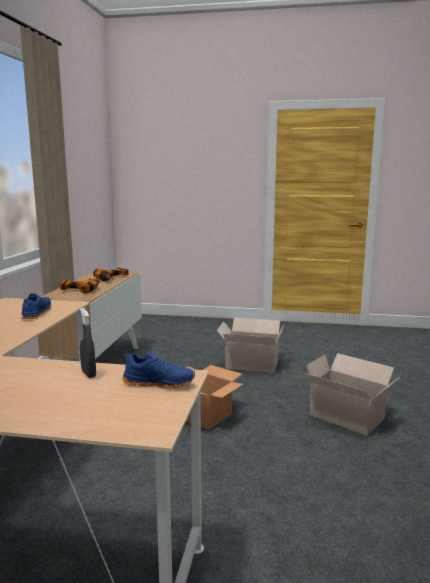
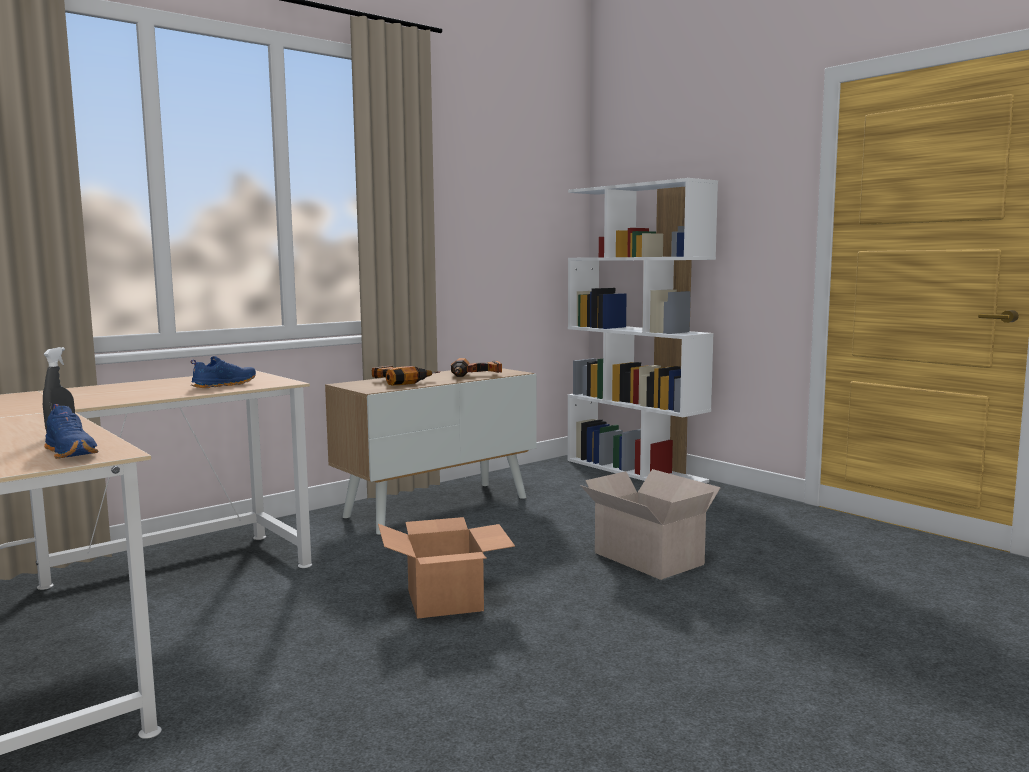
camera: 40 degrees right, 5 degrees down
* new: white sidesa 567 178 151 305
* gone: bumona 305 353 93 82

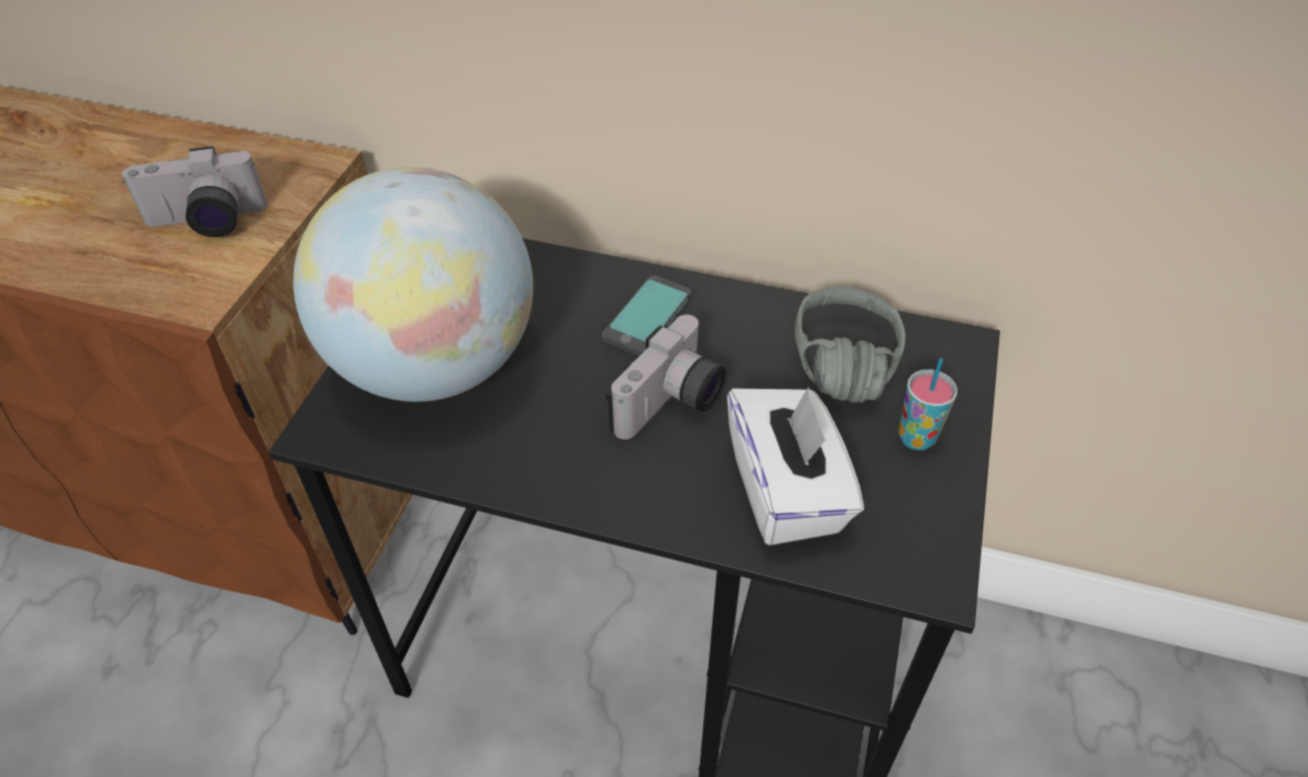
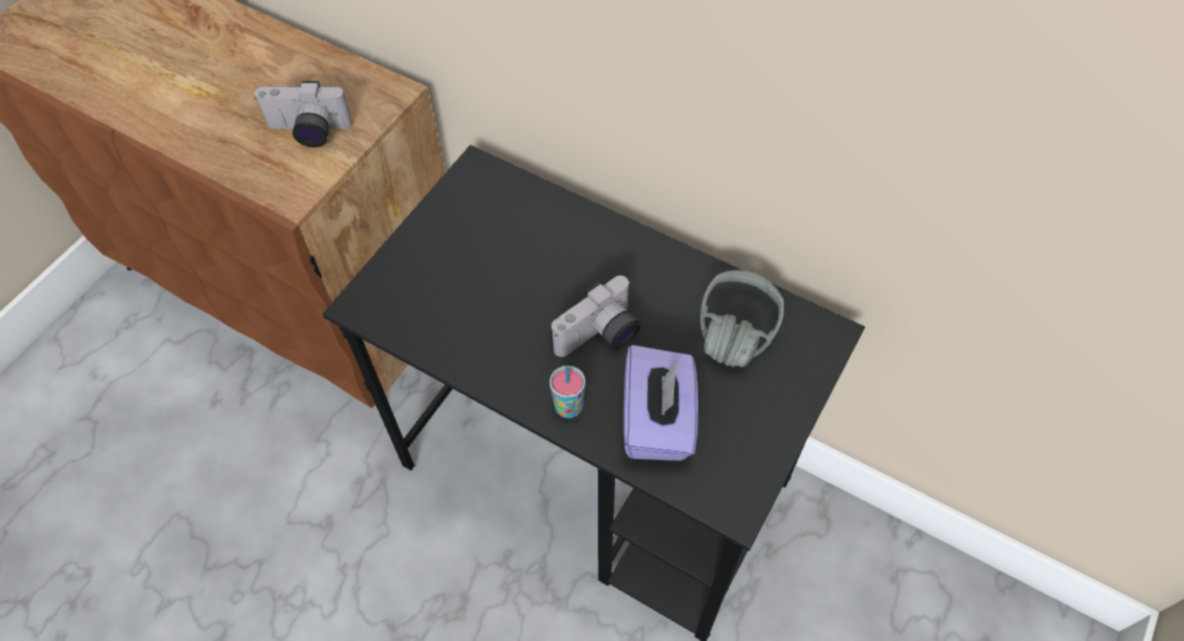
camera: 15 degrees right, 10 degrees up
* shifted: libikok 898 358 60 92 to 550 366 35 52
* repainted: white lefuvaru 727 387 137 158 to purple lefuvaru 623 345 75 116
* gone: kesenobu 293 167 240 235
* gone: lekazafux 602 275 90 81

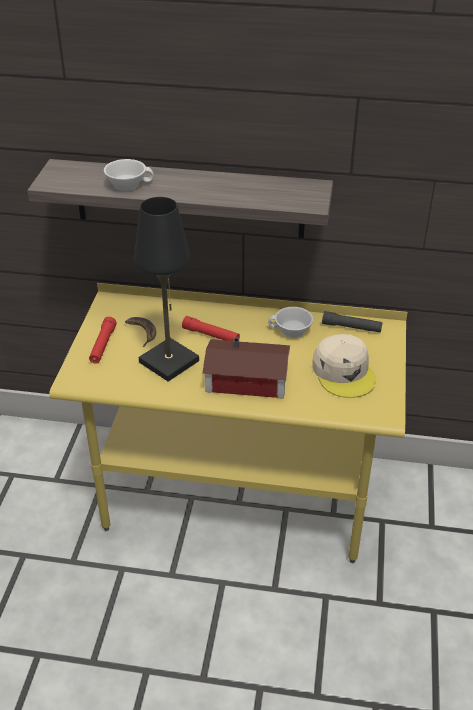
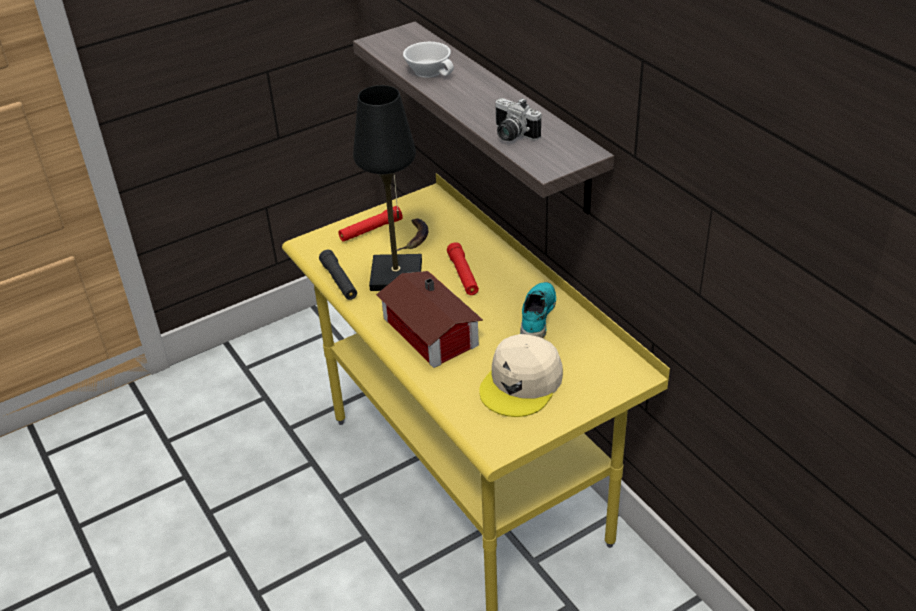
camera: 50 degrees right, 0 degrees up
* shifted: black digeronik 322 311 60 22 to 319 250 38 50
* new: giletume 494 98 47 43
* swapped: white libikok 268 307 45 31 to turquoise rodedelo 520 282 36 56

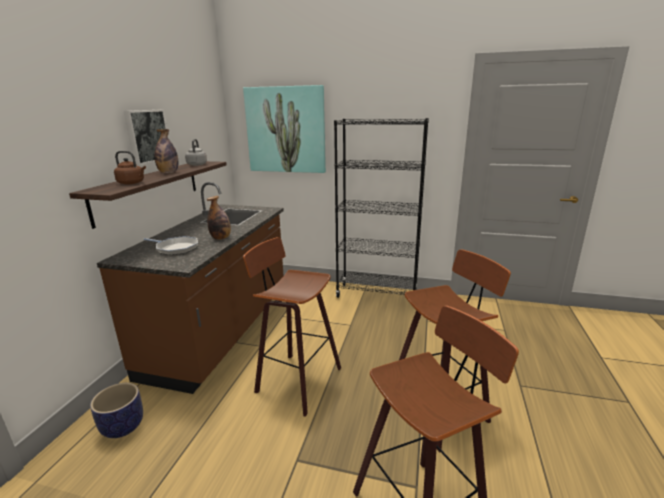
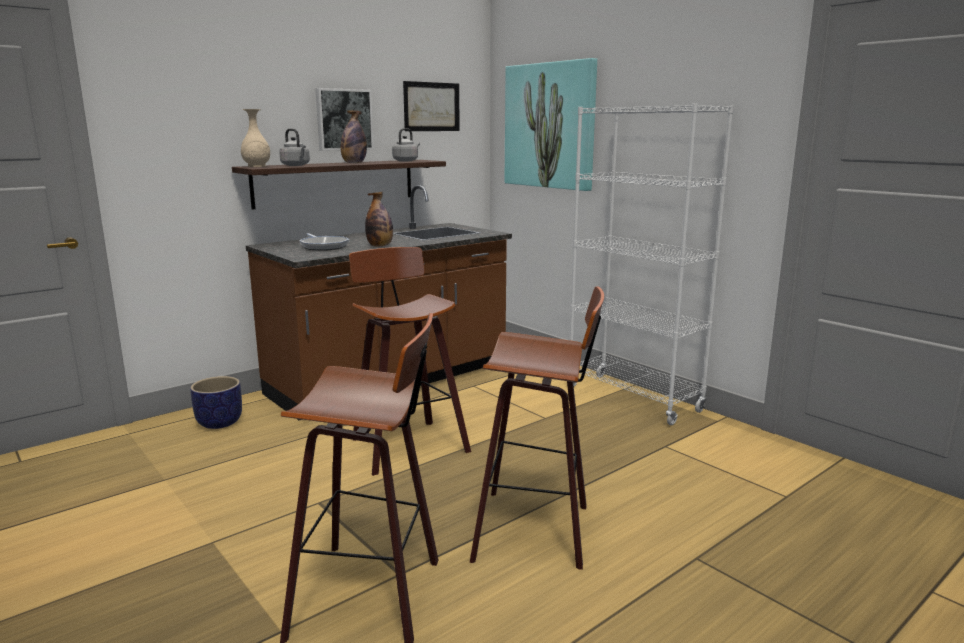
camera: 35 degrees right, 5 degrees down
* new: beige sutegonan 241 109 29 58
* repainted: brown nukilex 114 151 32 34 to grey nukilex 279 129 31 37
* new: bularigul 403 81 57 50
* repainted: black sidesa 334 118 95 180 to white sidesa 570 104 164 321

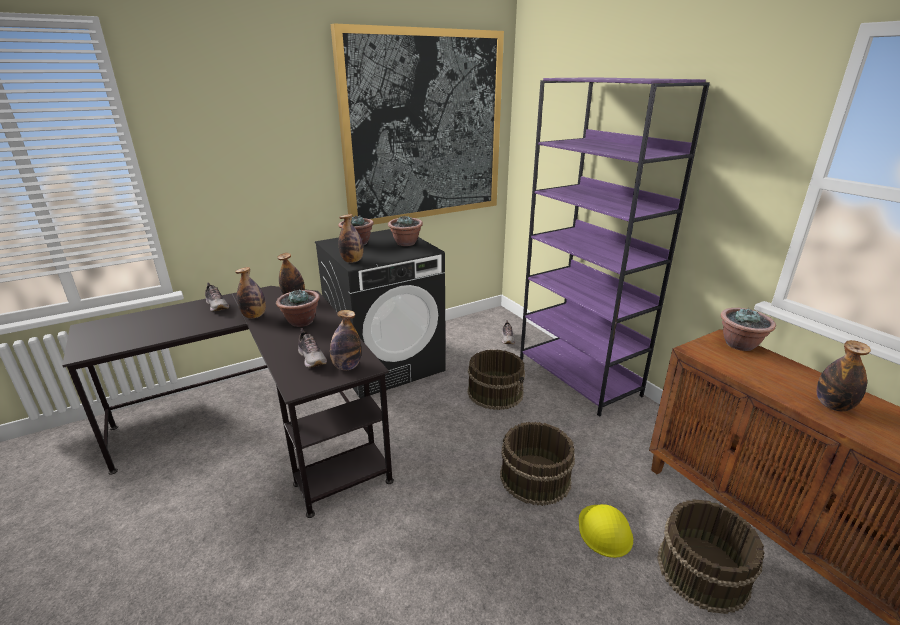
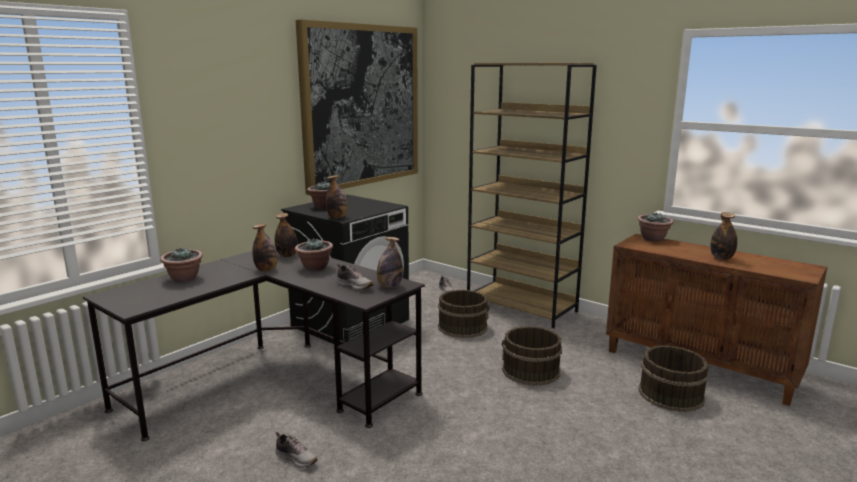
camera: 20 degrees left, 10 degrees down
* shifted: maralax 388 216 35 30 to 160 247 43 35
* shifted: rodedelo 205 283 24 28 to 276 432 42 36
* repainted: purple sidesa 520 77 190 340 to brown sidesa 467 63 130 265
* gone: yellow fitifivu 579 504 54 54

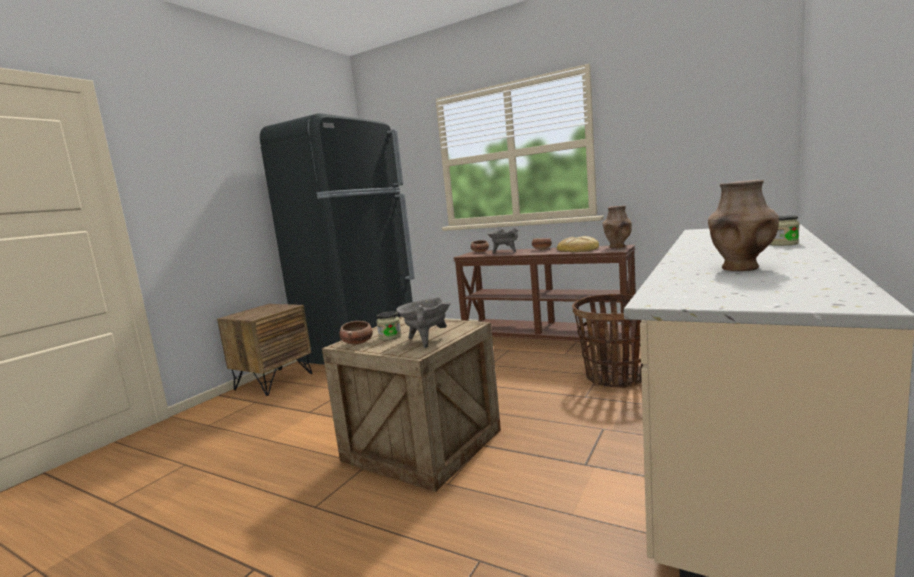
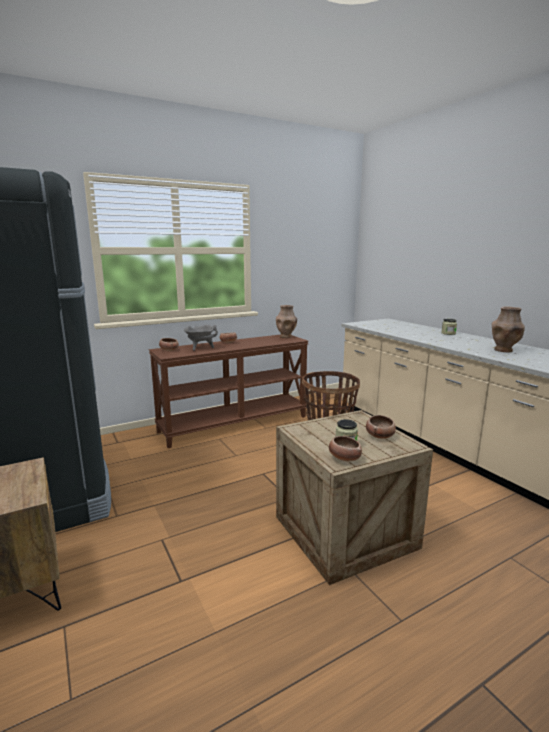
camera: 60 degrees left, 5 degrees up
* swapped: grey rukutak 396 297 55 51 to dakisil 366 415 30 24
* gone: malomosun 557 236 42 16

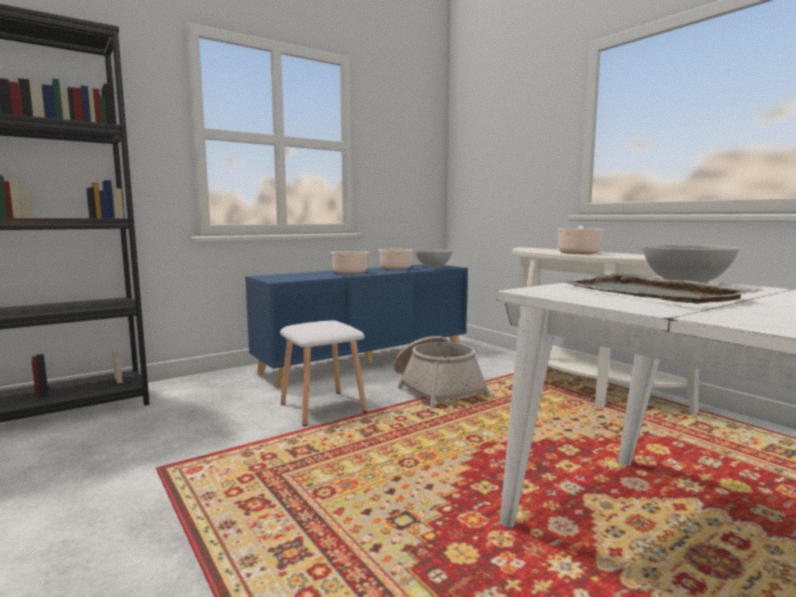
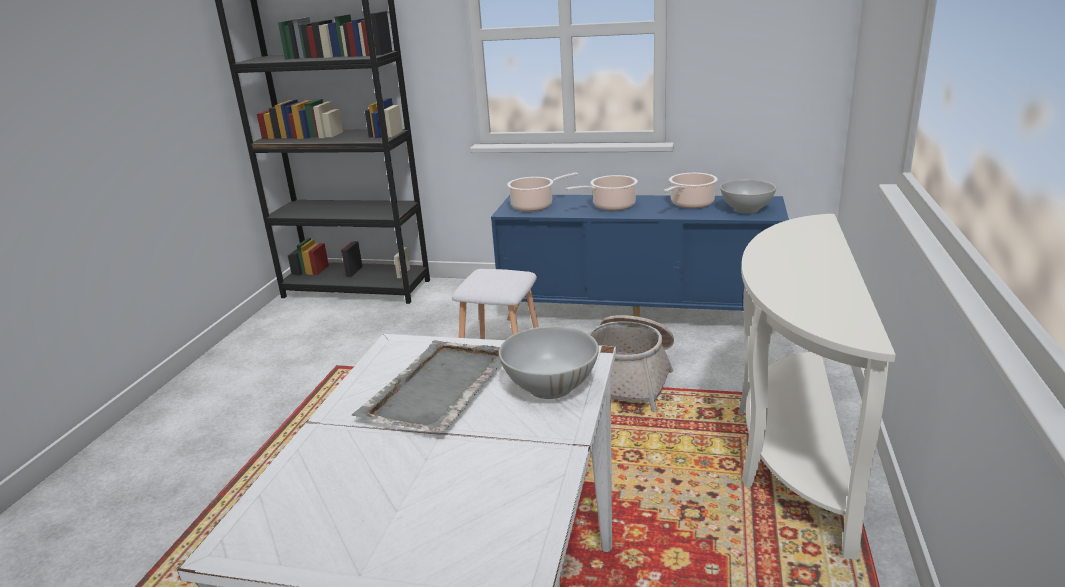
camera: 50 degrees right, 15 degrees up
* shifted: rukutak 557 226 48 28 to 507 172 71 40

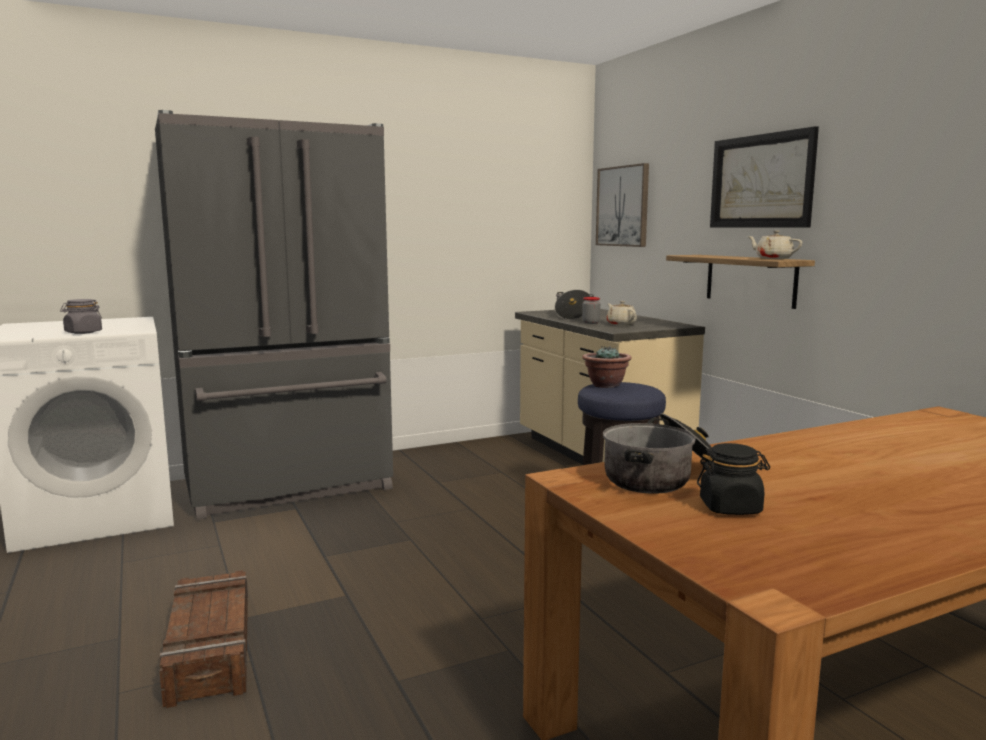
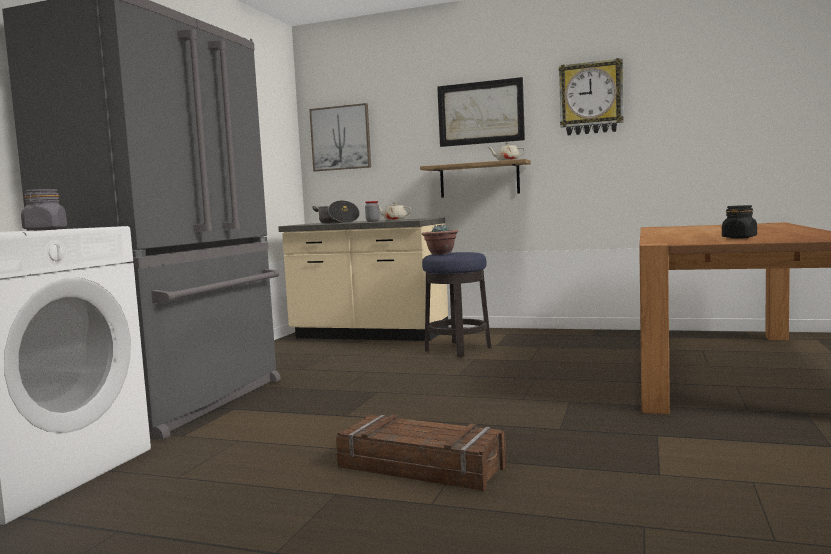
camera: 45 degrees left, 5 degrees down
* new: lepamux 559 58 65 77
* gone: rukutak 603 413 109 81

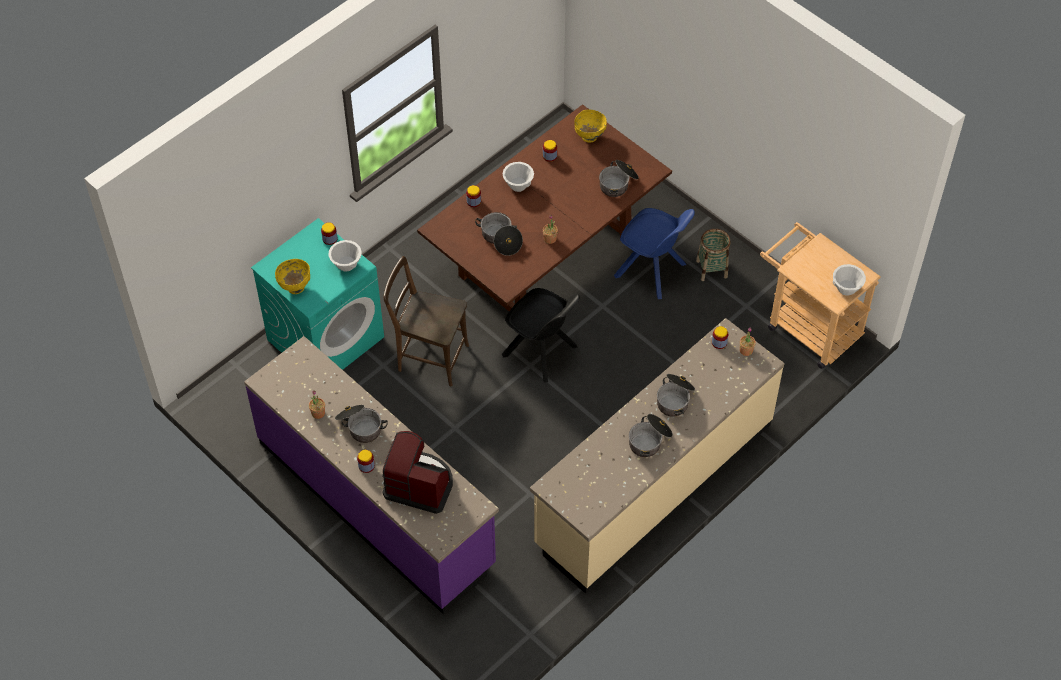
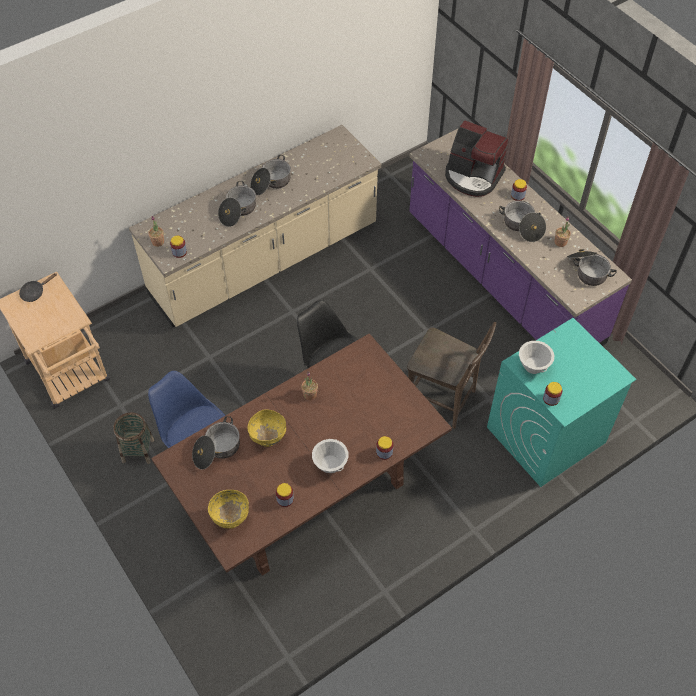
camera: 170 degrees left, 0 degrees up
* swapped: white dakisil 833 264 33 32 to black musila 19 273 38 29
* shifted: yellow dakisil 275 259 35 35 to 248 410 38 37
* shifted: rukutak 475 212 48 44 to 567 249 50 37

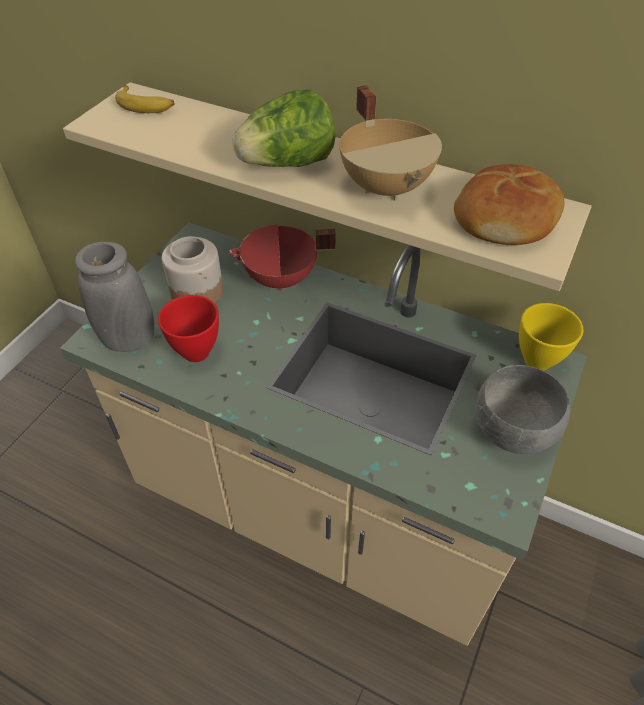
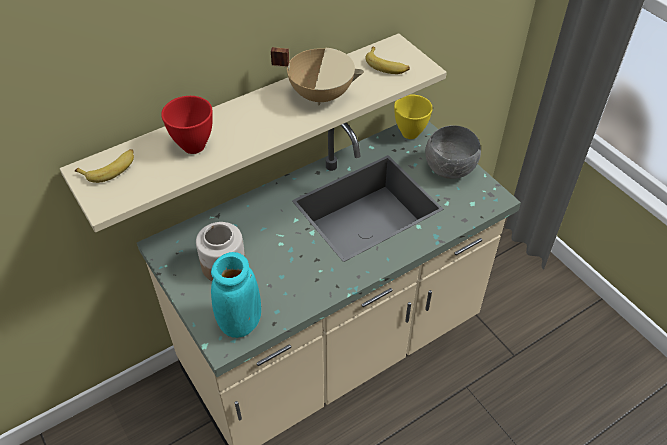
camera: 60 degrees left, 0 degrees up
* shifted: red dakisil 158 295 61 67 to 161 96 52 58
* repainted: grey sutegonan 75 242 79 110 to turquoise sutegonan 211 252 50 86
* swapped: malomosun 454 164 111 81 to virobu 366 47 44 27
* gone: red rukutak 228 225 108 66
* gone: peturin 232 90 103 77

